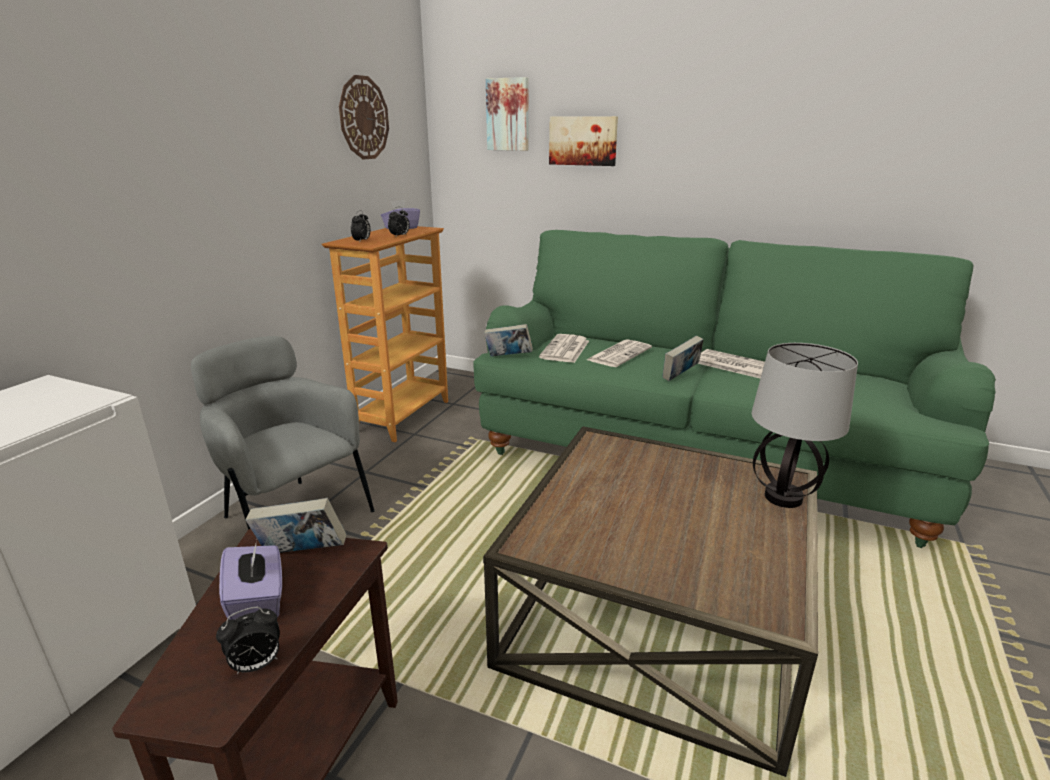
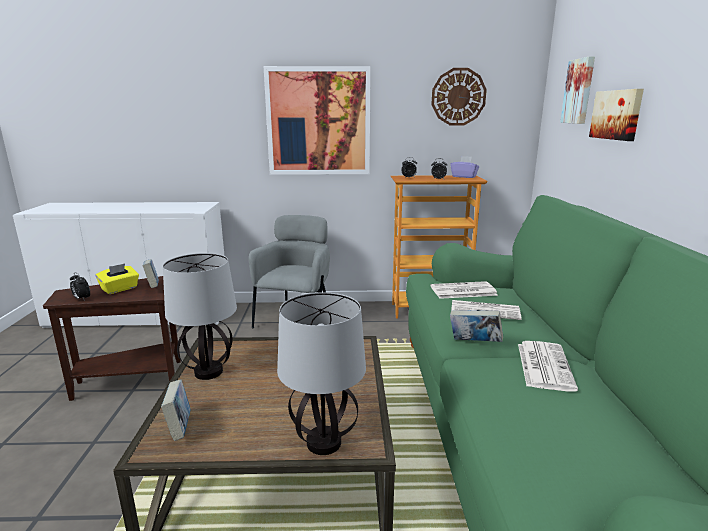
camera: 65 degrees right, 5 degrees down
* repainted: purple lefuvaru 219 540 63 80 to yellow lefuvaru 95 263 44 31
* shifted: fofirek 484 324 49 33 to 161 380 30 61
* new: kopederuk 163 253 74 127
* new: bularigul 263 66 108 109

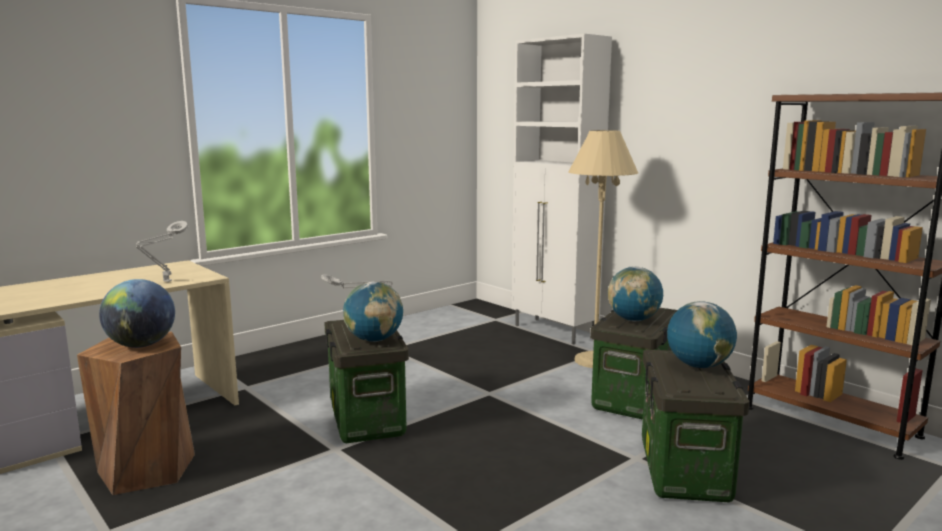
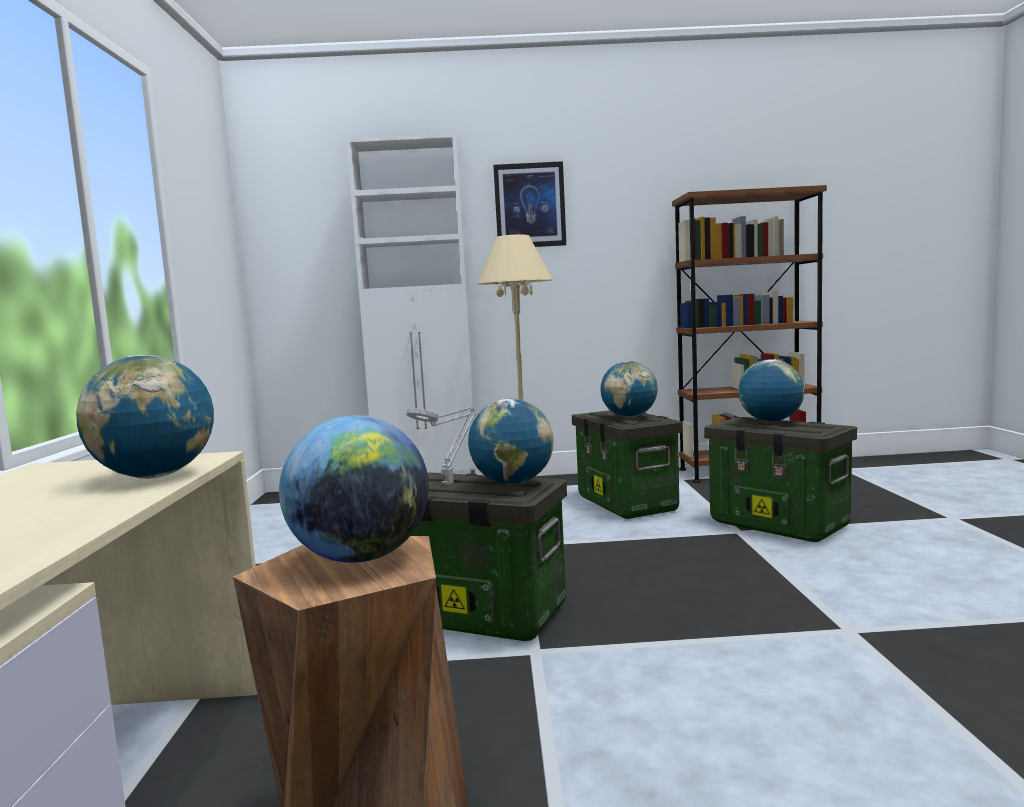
camera: 50 degrees left, 5 degrees down
* swapped: grey kopederuk 136 221 52 61 to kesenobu 76 355 138 124
* new: bularigul 493 161 73 86

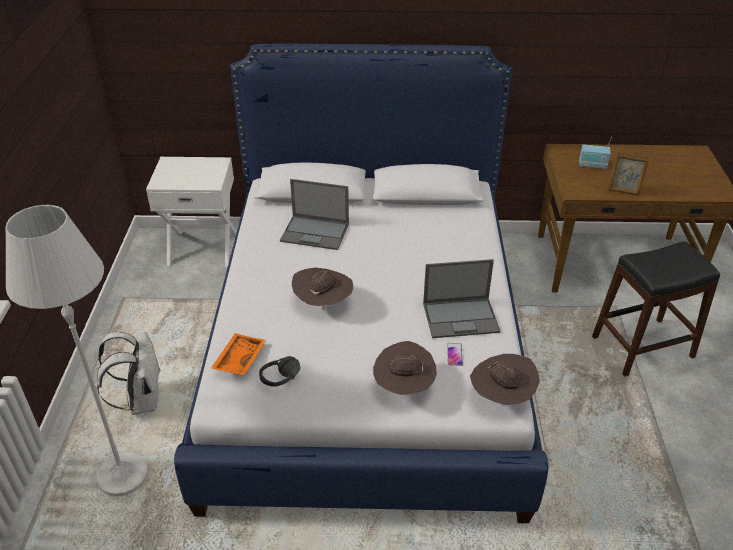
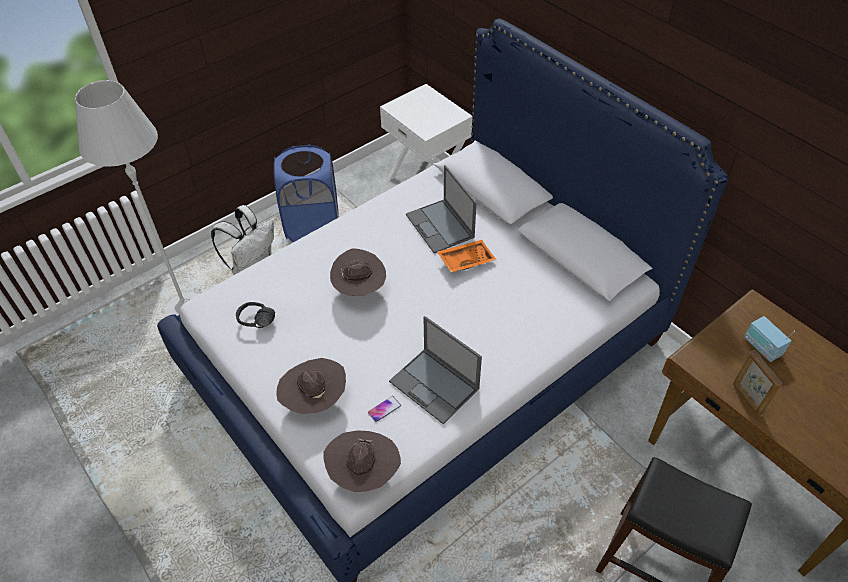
camera: 50 degrees right, 10 degrees up
* new: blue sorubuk 274 145 65 97
* shifted: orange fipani 211 333 55 42 to 437 240 59 32

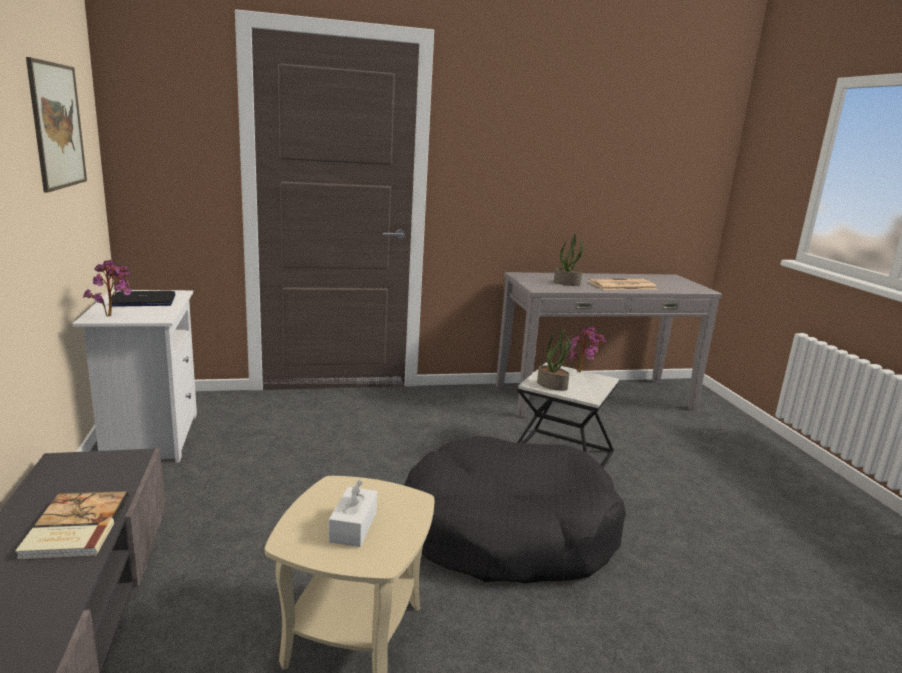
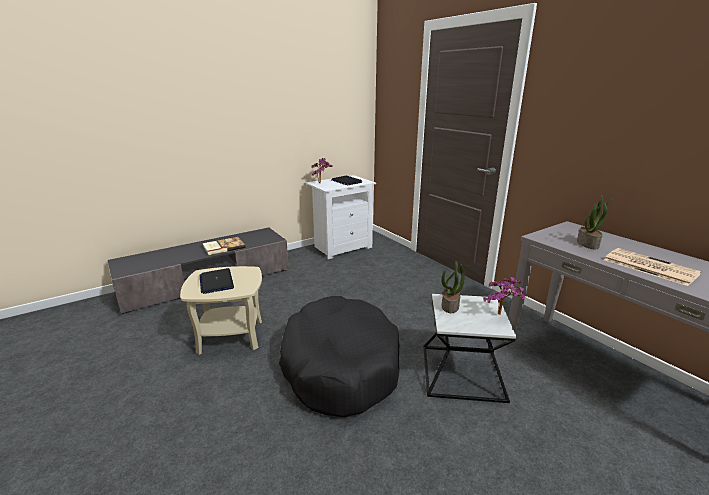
camera: 70 degrees right, 5 degrees up
* swapped: white lefuvaru 329 480 48 67 to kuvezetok 200 268 34 26
* gone: bularigul 26 57 61 135

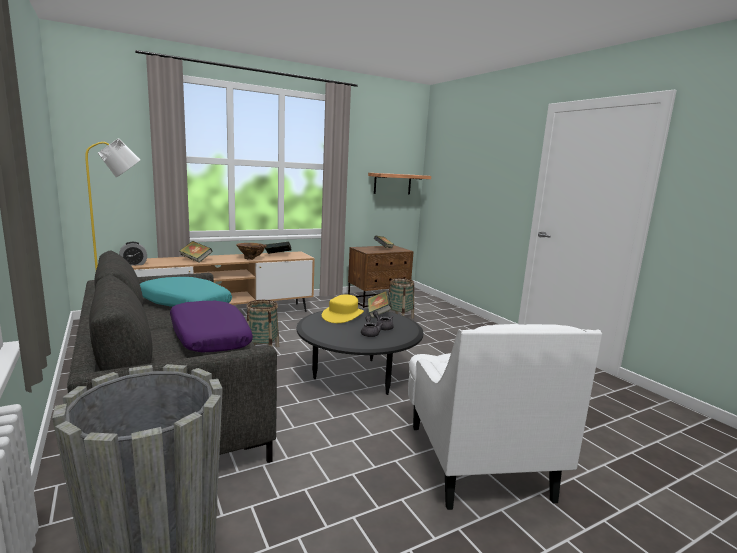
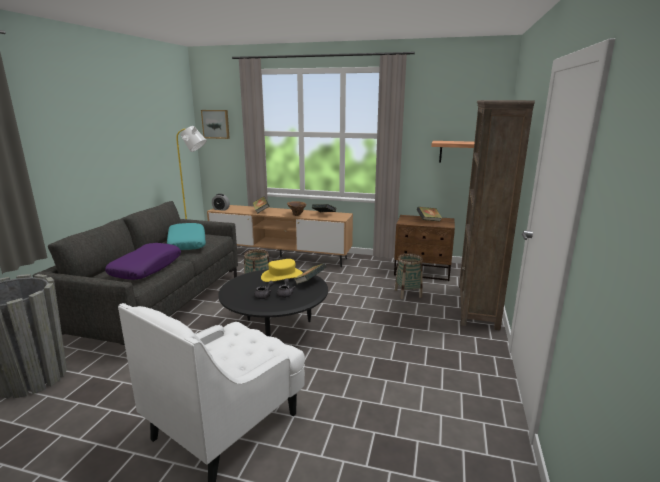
camera: 45 degrees right, 5 degrees up
* new: bularigul 201 110 29 29
* new: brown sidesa 459 100 76 231

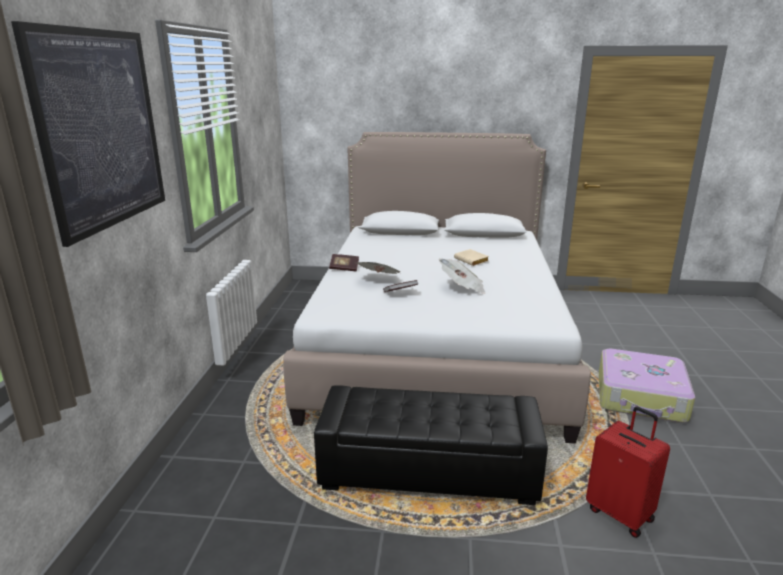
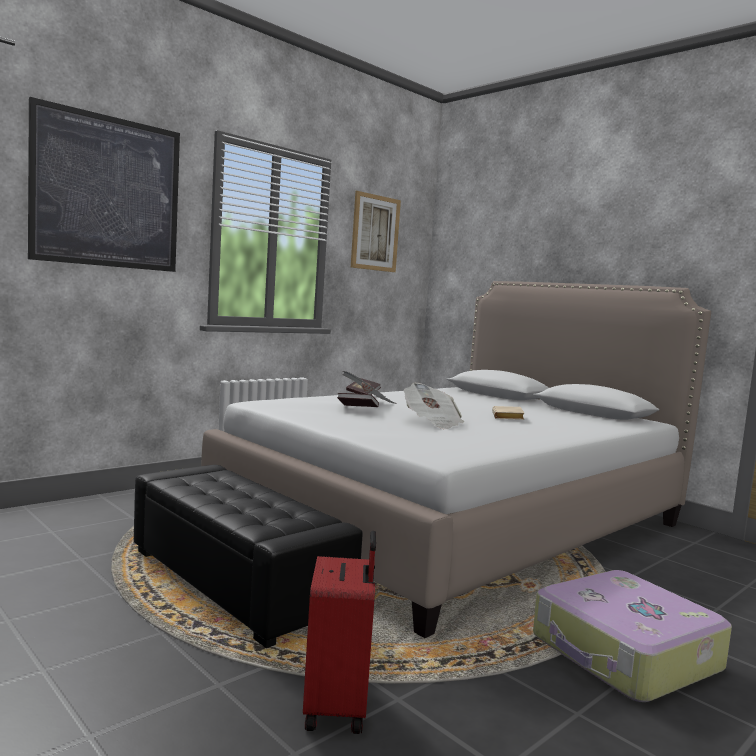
camera: 40 degrees right, 15 degrees down
* new: bularigul 351 191 50 81

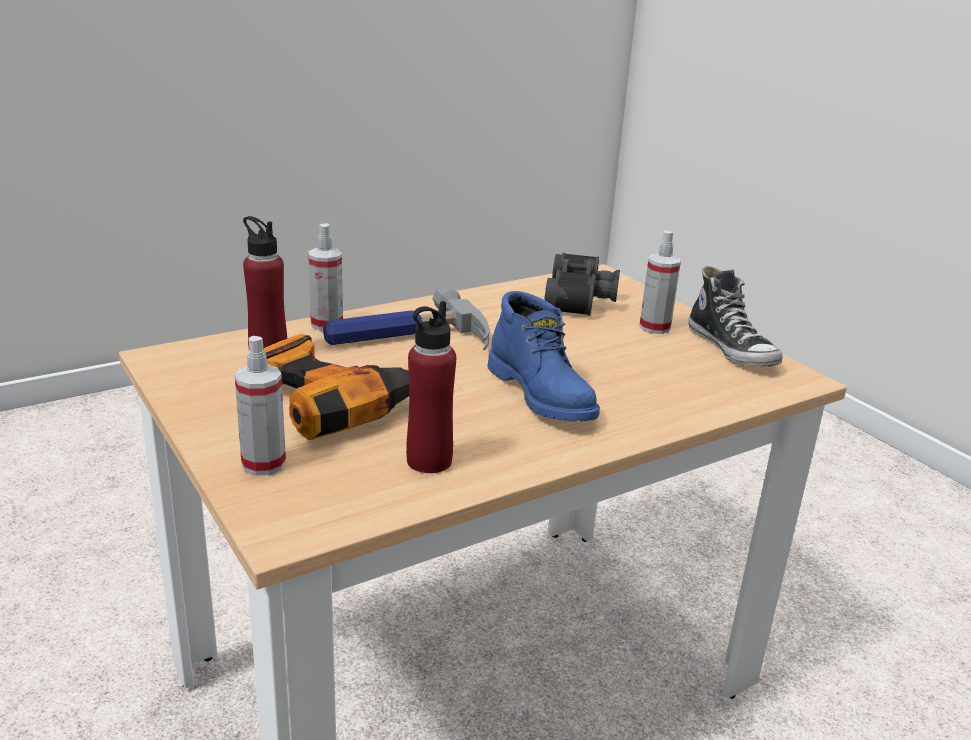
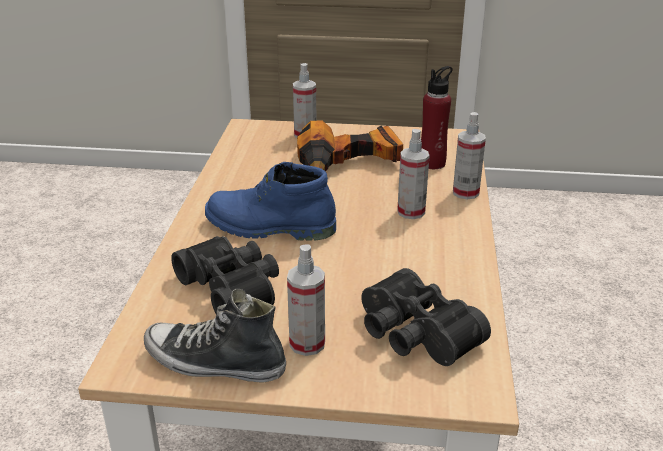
camera: 130 degrees right, 5 degrees up
* new: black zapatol 171 236 108 79
* swapped: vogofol 323 285 167 65 to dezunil 397 129 33 90
* gone: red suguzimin 406 301 50 172

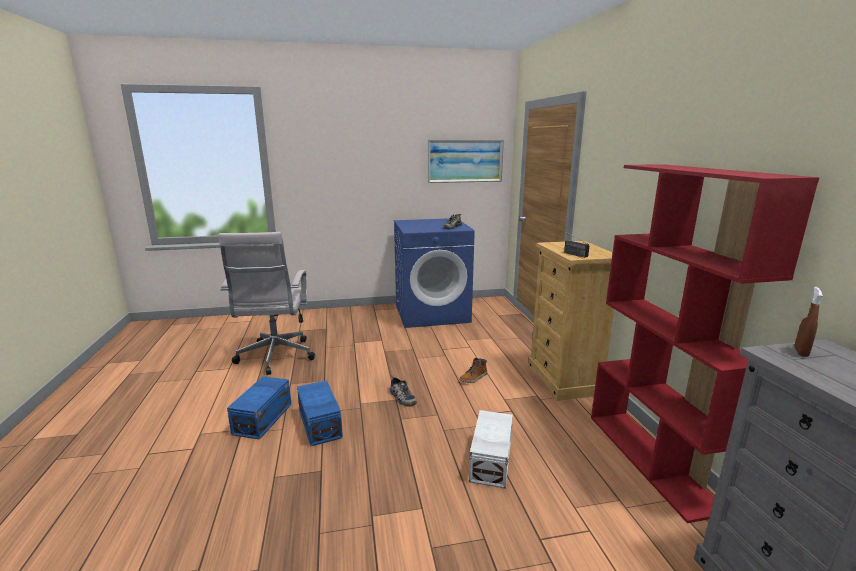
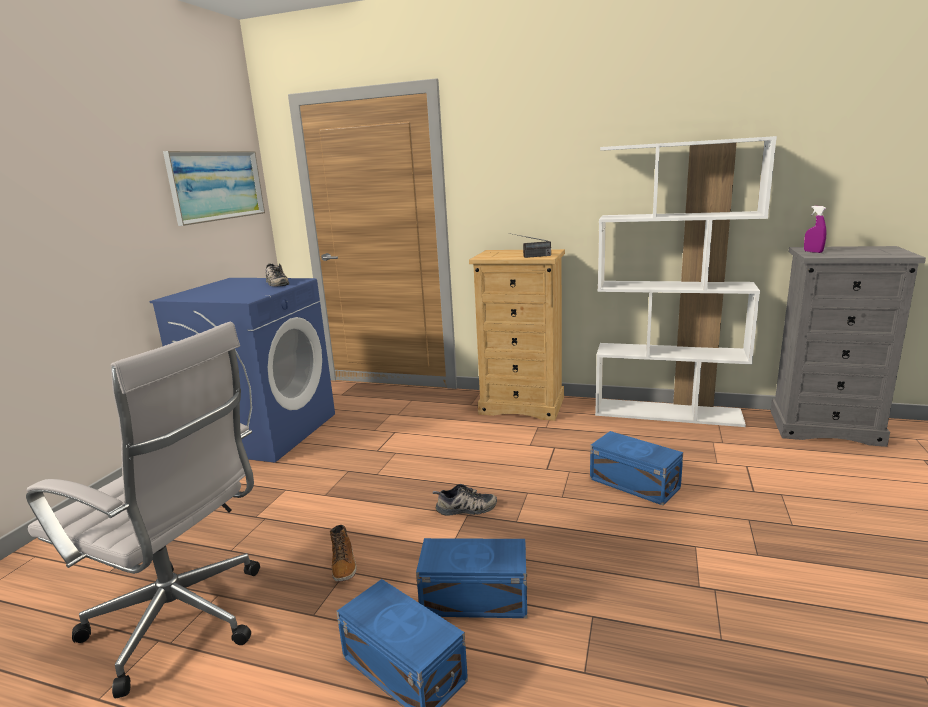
camera: 60 degrees left, 0 degrees up
* shifted: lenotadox 459 358 28 25 to 330 525 27 57
* repainted: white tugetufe 469 410 44 79 to blue tugetufe 590 431 93 75
* repainted: red sidesa 591 164 228 359 to white sidesa 595 136 182 291
* repainted: brown dezunil 795 287 28 70 to purple dezunil 804 206 22 47

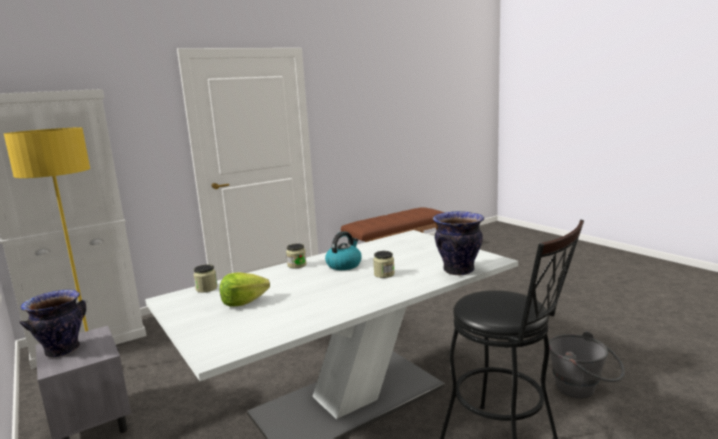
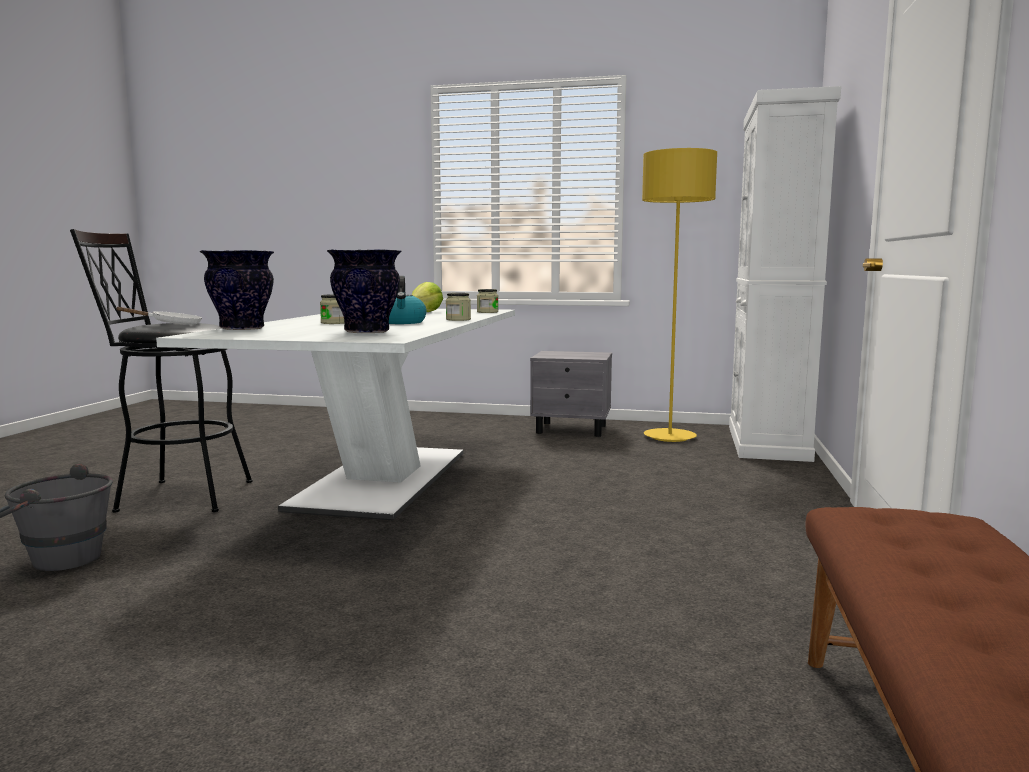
camera: 135 degrees right, 5 degrees down
* new: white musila 115 307 87 18
* shifted: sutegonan 20 290 66 68 to 327 249 75 84

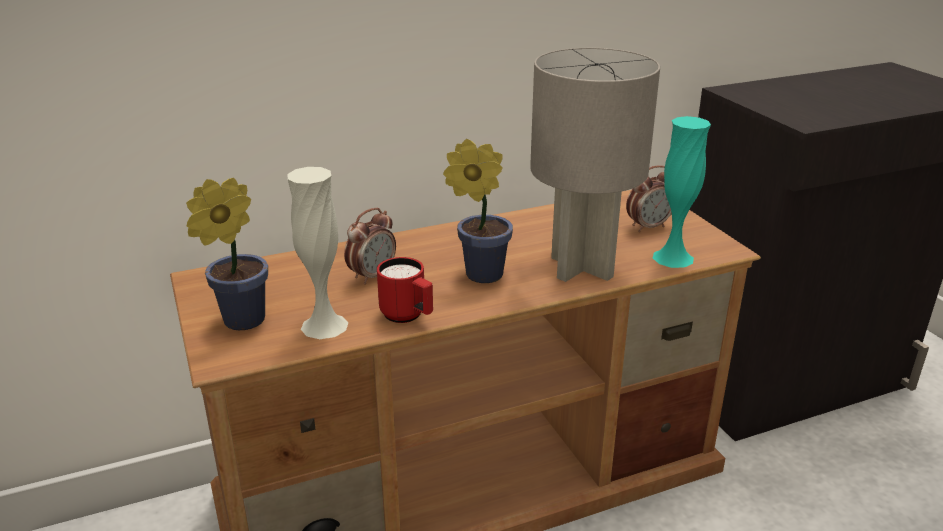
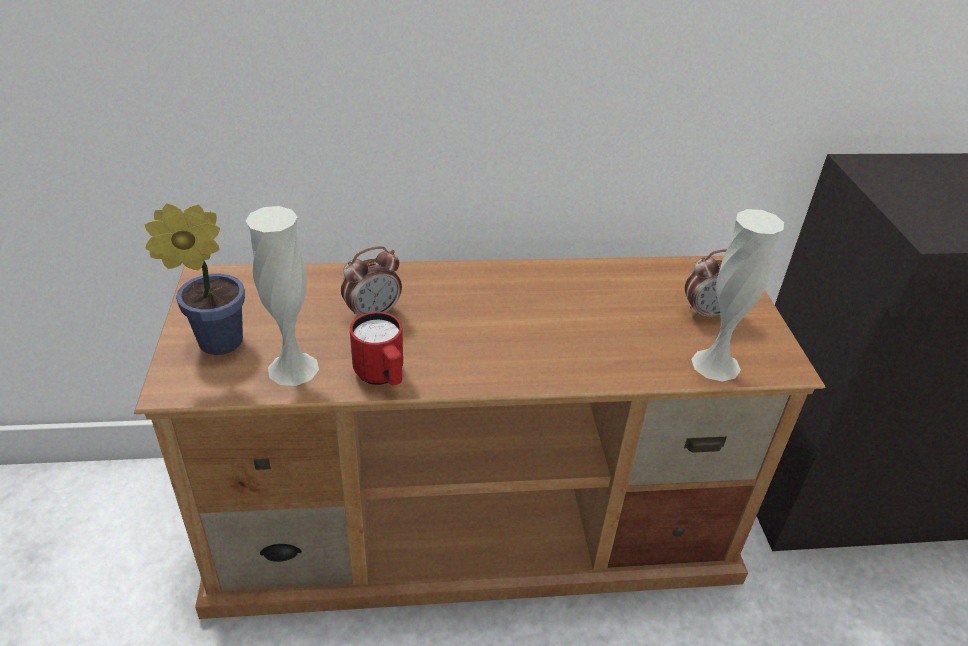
camera: 15 degrees right, 10 degrees up
* repainted: turquoise sutegonan 653 116 58 152 to white sutegonan 691 209 93 172
* gone: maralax 443 139 70 144
* gone: grey kopederuk 530 48 130 234

